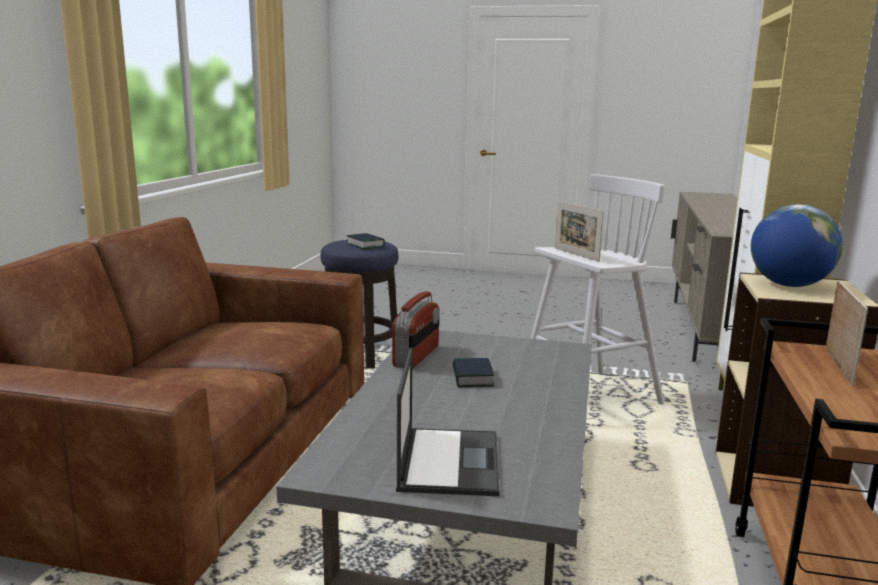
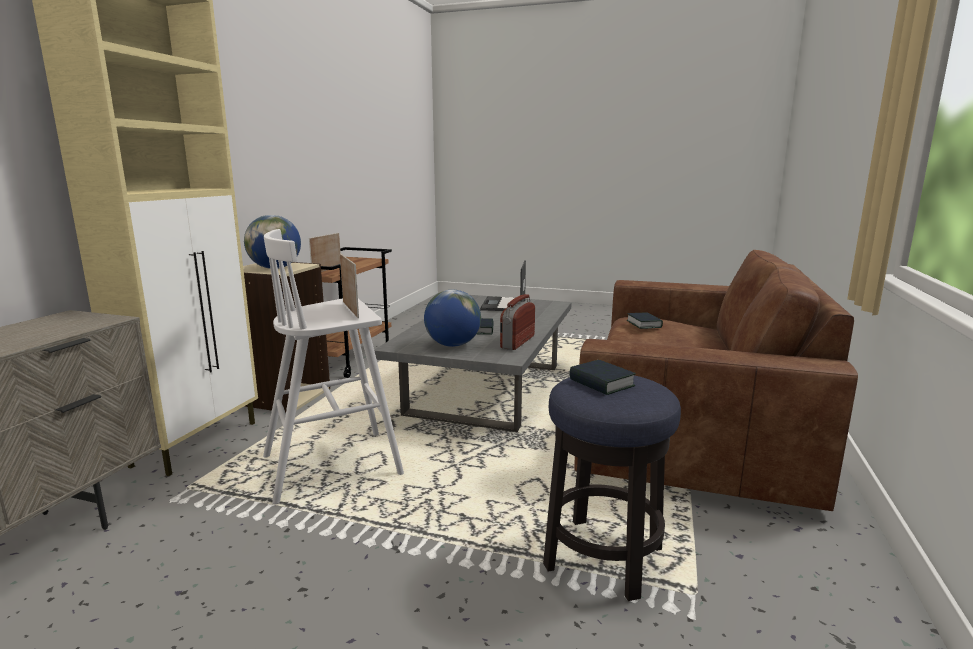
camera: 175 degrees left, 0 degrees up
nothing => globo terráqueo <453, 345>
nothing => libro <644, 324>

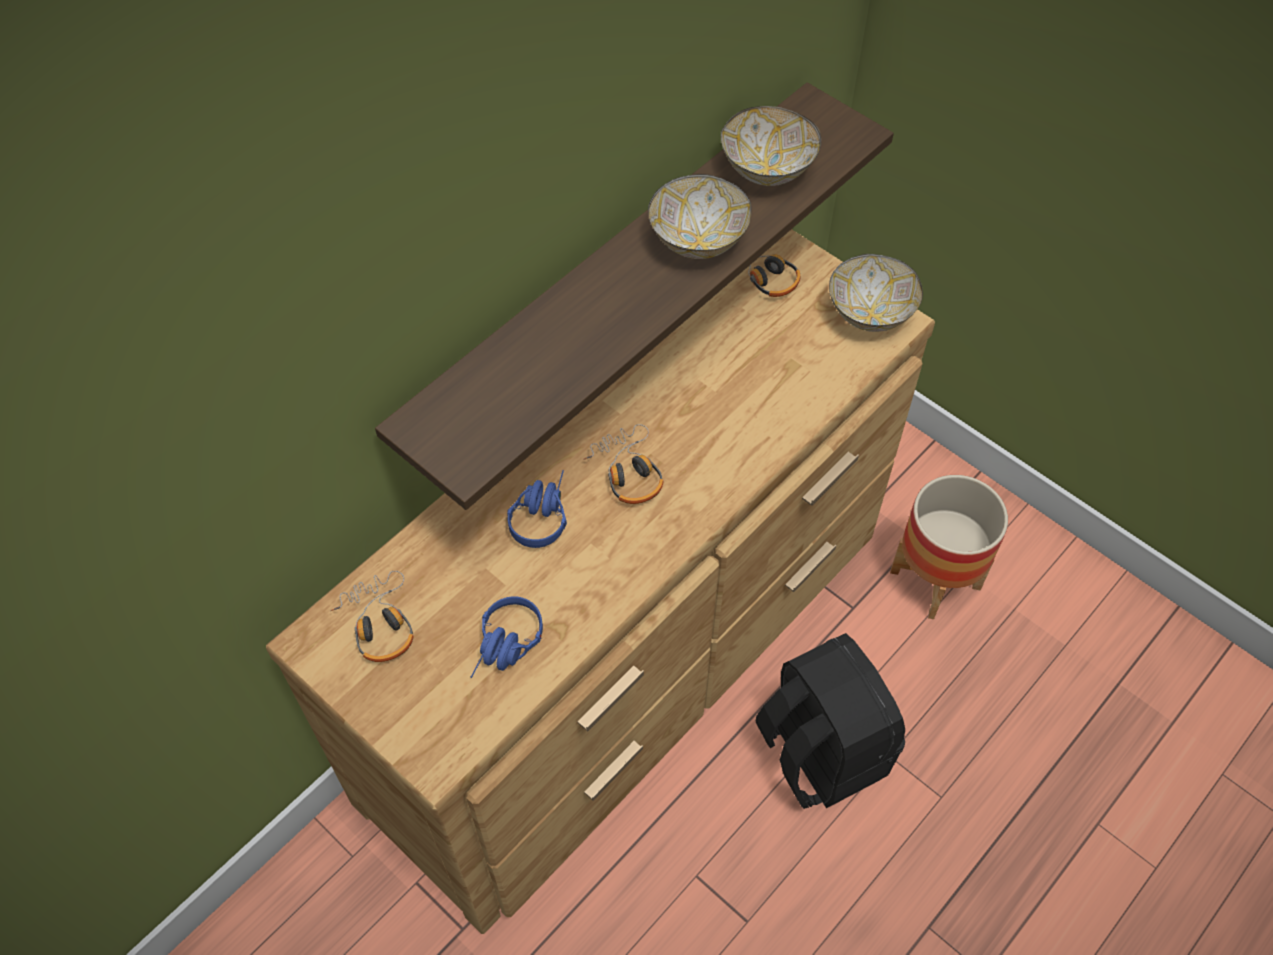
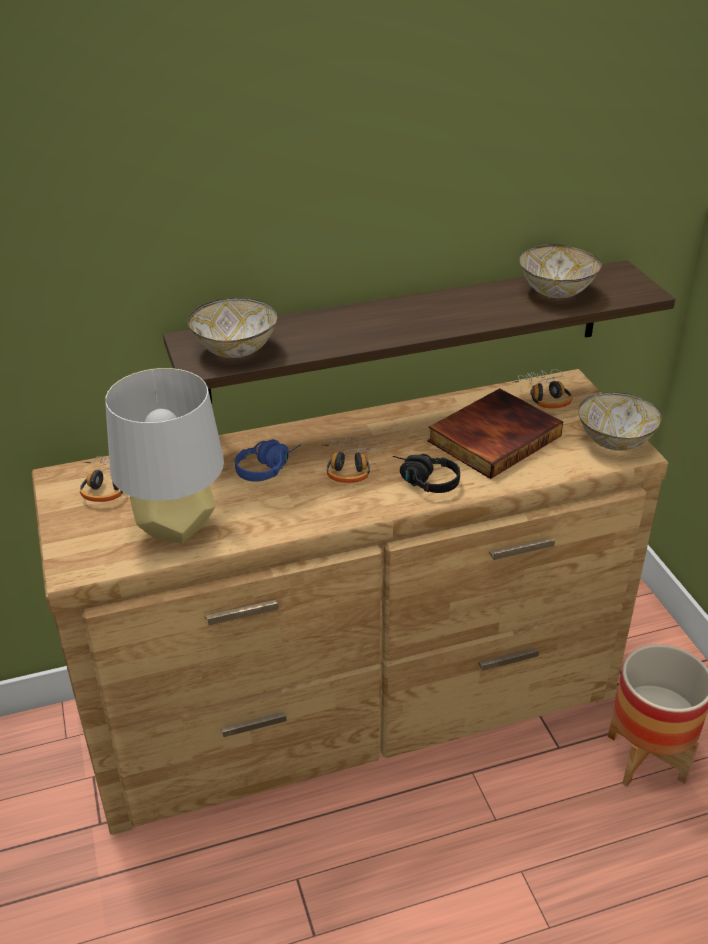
camera: 30 degrees right, 20 degrees down
auriculares [azul] <506, 648> => lámpara de mesa [gris] <177, 528>
cuenco <696, 240> => cuenco <234, 349>, relocated
nothing => auriculares [negro] <422, 481>
nothing => libro <493, 437>
mochila [negro] <820, 751> => nothing

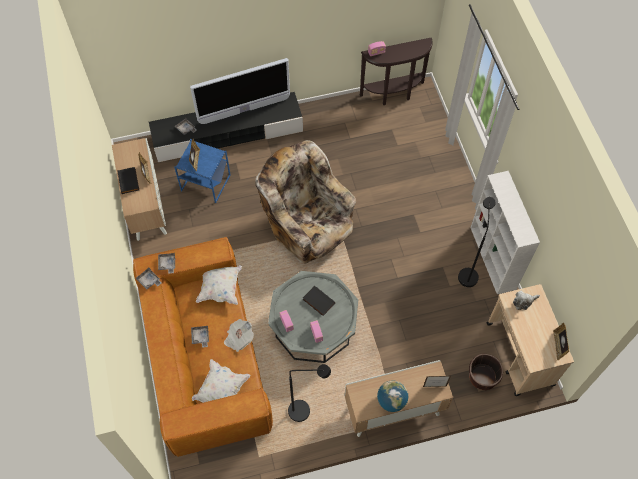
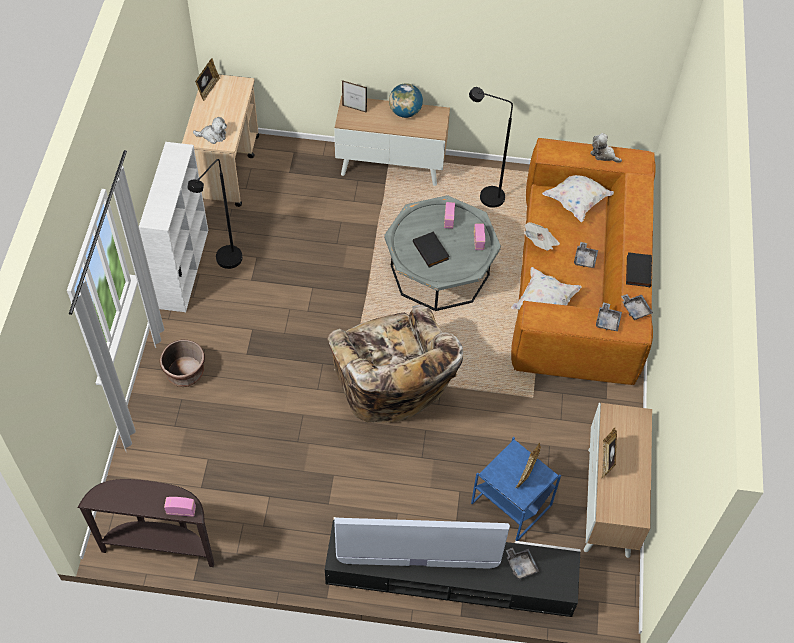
camera: 160 degrees left, 5 degrees down
maceta [marrón] <482, 377> => maceta [marrón] <185, 373>, relocated
nothing => peluche <603, 154>
libro [negro] <129, 181> => libro [negro] <637, 271>, relocated

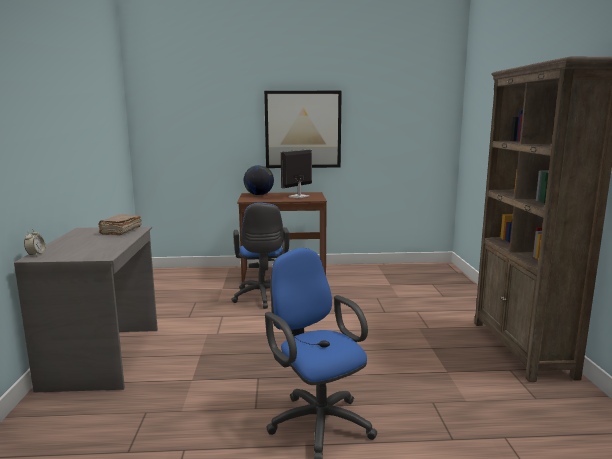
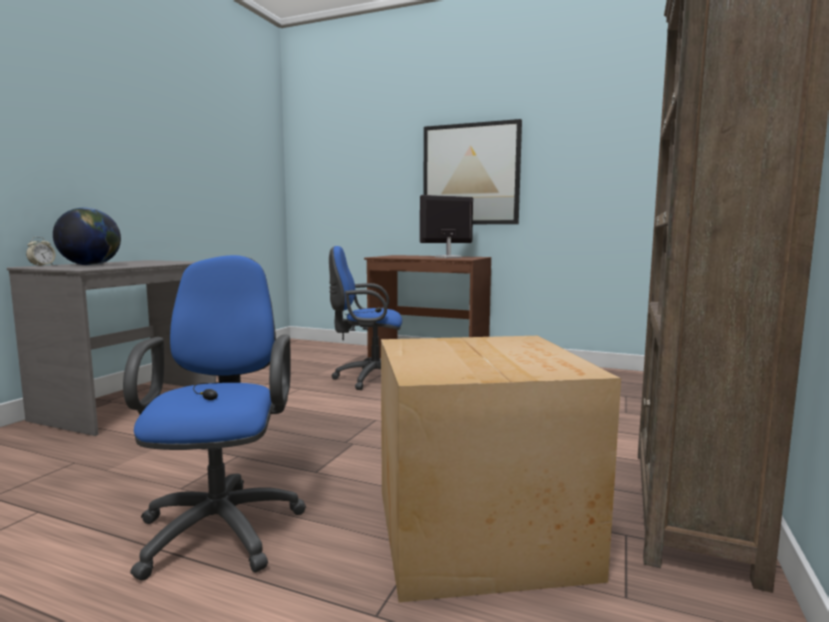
camera: 25 degrees right, 5 degrees down
globo terráqueo <259, 195> => globo terráqueo <90, 265>, relocated
silla de oficina [azul] <262, 298> => silla de oficina [azul] <369, 379>, 75 degrees clockwise
nothing => caja de cartón <480, 529>
libro [marrón] <120, 231> => nothing

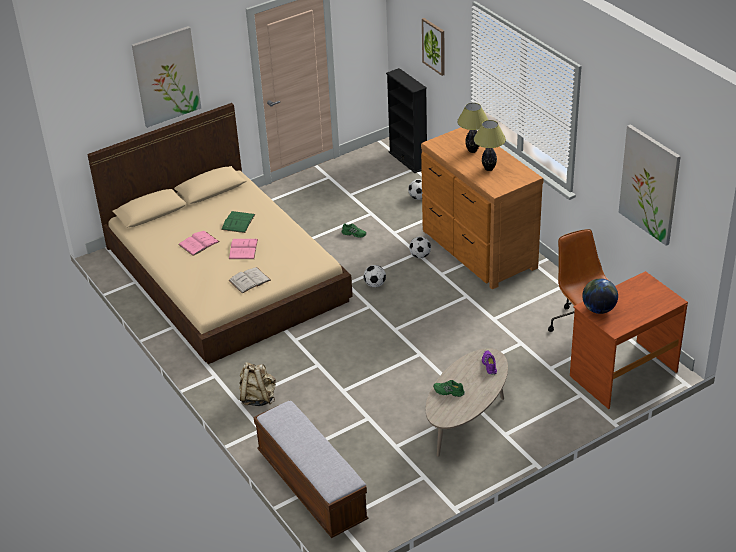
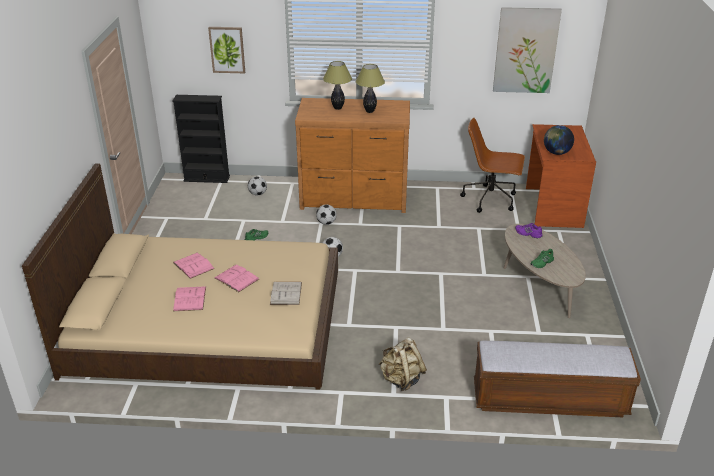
camera: 55 degrees left, 5 degrees down
libro [verde] <238, 222> => libro [rosa] <193, 265>
cuadro <166, 76> => nothing

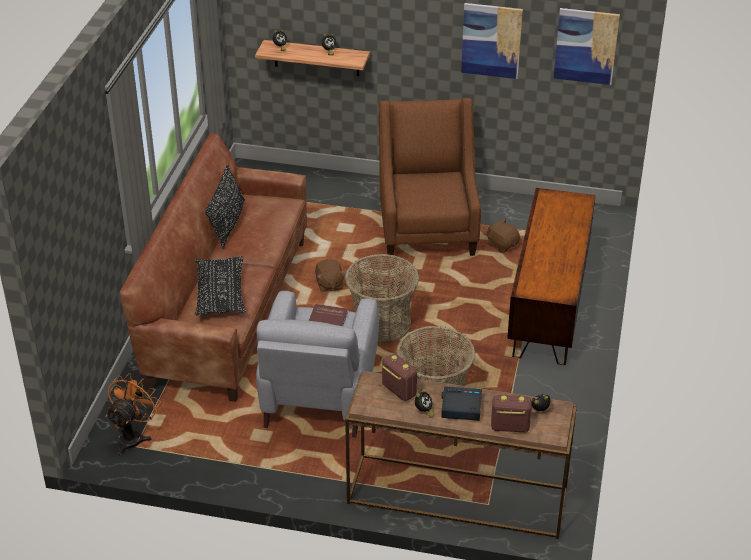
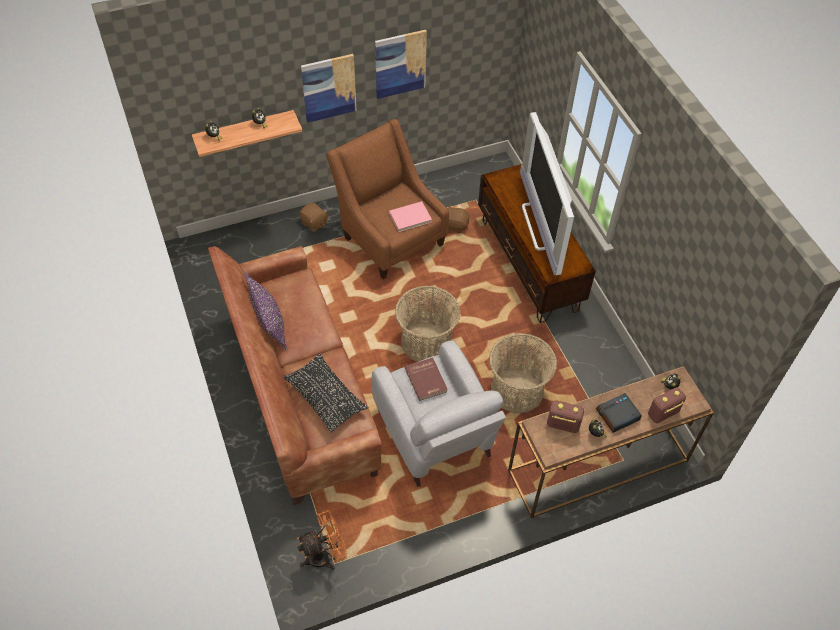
camera: 35 degrees left, 15 degrees up
cojín [negro] <227, 223> => cojín [morado] <269, 322>
ventilador [naranja] <133, 437> => ventilador [naranja] <324, 555>, 75 degrees clockwise
peluche [marrón] <329, 284> => peluche [marrón] <314, 223>, relocated
cuadro <586, 46> => cuadro <329, 88>, relocated
nothing => libro [rosa] <410, 218>
nothing => televisor <540, 226>

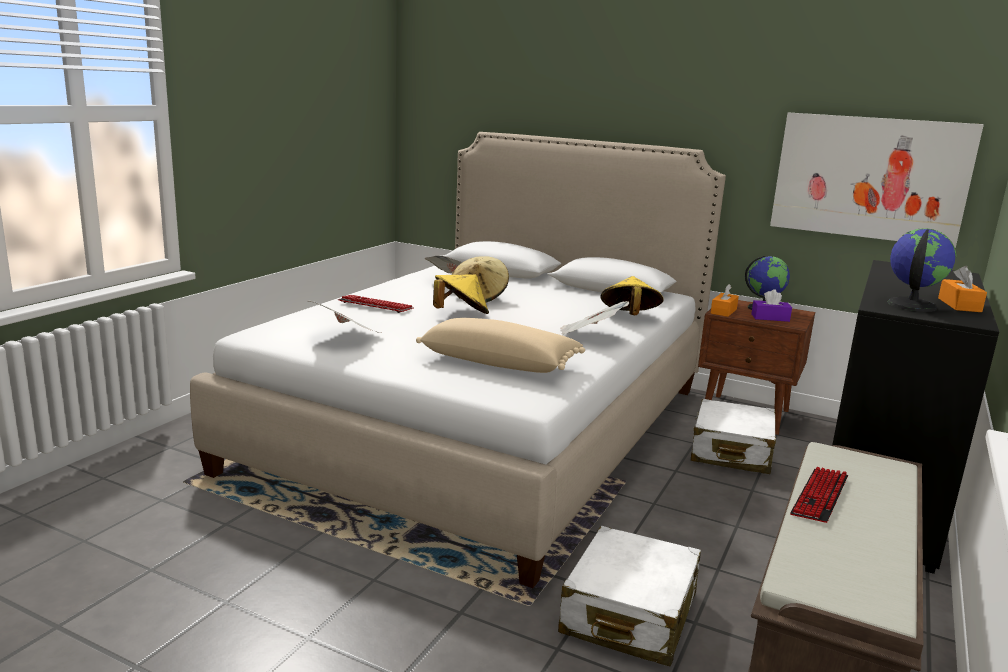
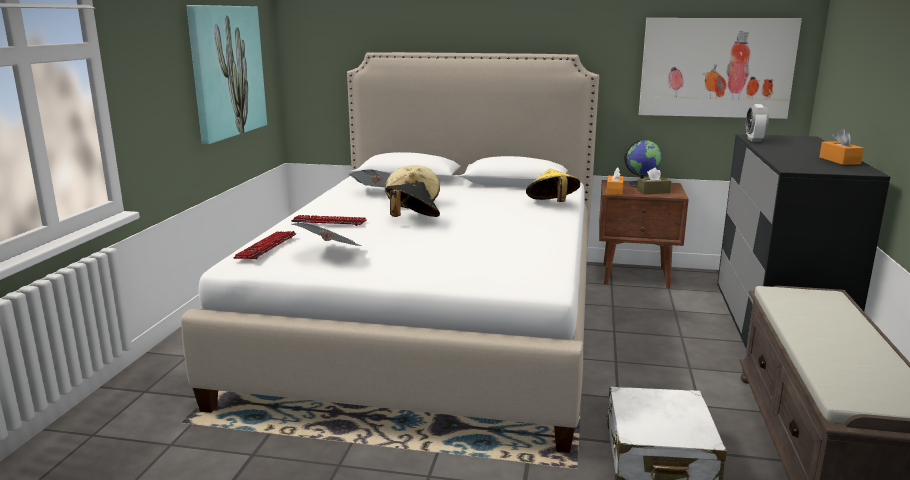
camera: 15 degrees left, 0 degrees up
nothing => cuadro <226, 71>
teclado <819, 496> => teclado <266, 247>, relocated
sombrero [amarillo] <460, 314> => sombrero [negro] <412, 220>
caja de pañuelos [morado] <770, 318> => caja de pañuelos [marrón] <653, 191>
nothing => despertador <754, 140>
cojín [beis] <500, 362> => nothing
periódico <590, 336> => nothing
maleta [blanco] <731, 452> => nothing
globo terráqueo <910, 305> => nothing

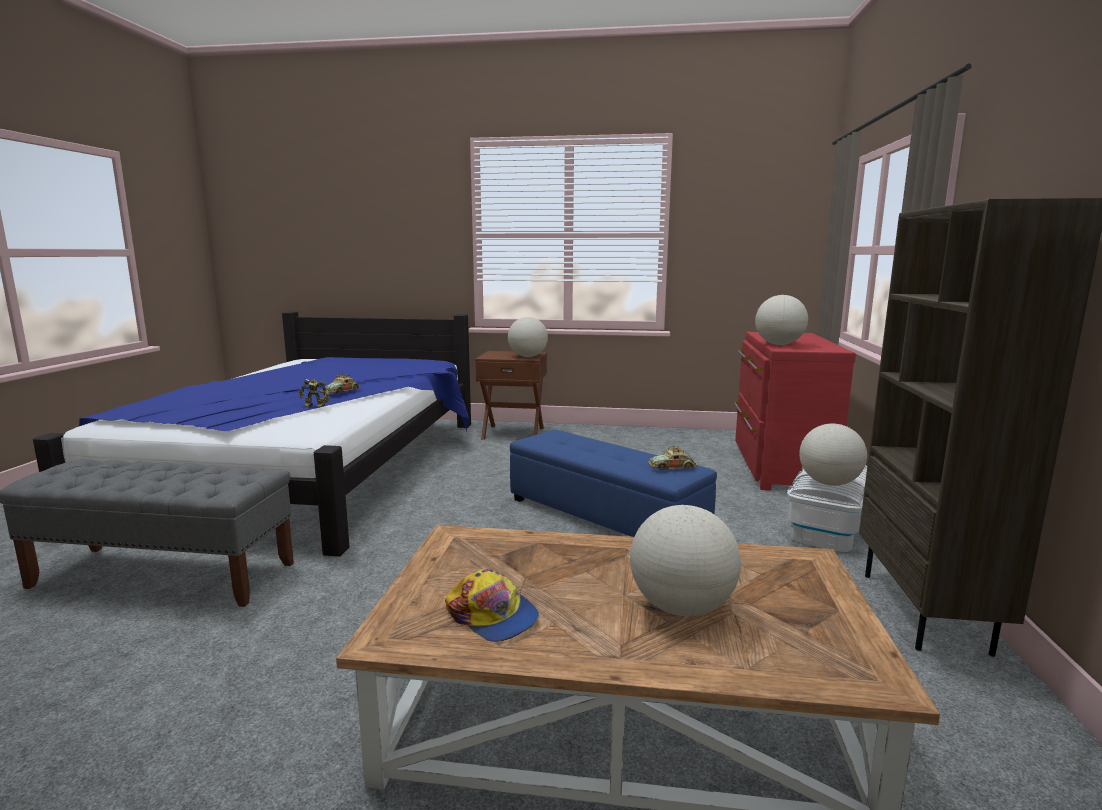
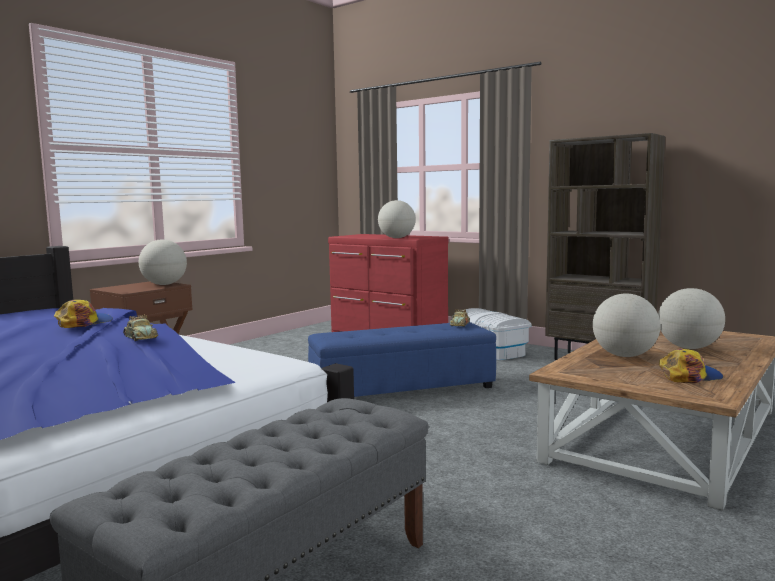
camera: 60 degrees left, 5 degrees down
nothing => gorra <84, 323>
globo terráqueo <829, 483> => globo terráqueo <624, 356>, relocated
robot de juguete <314, 406> => nothing

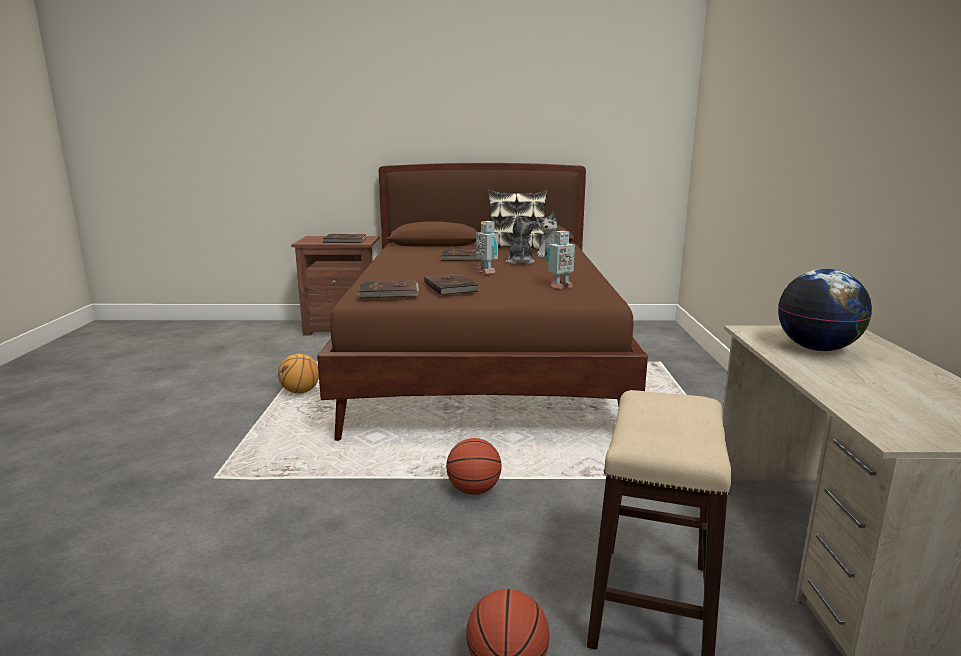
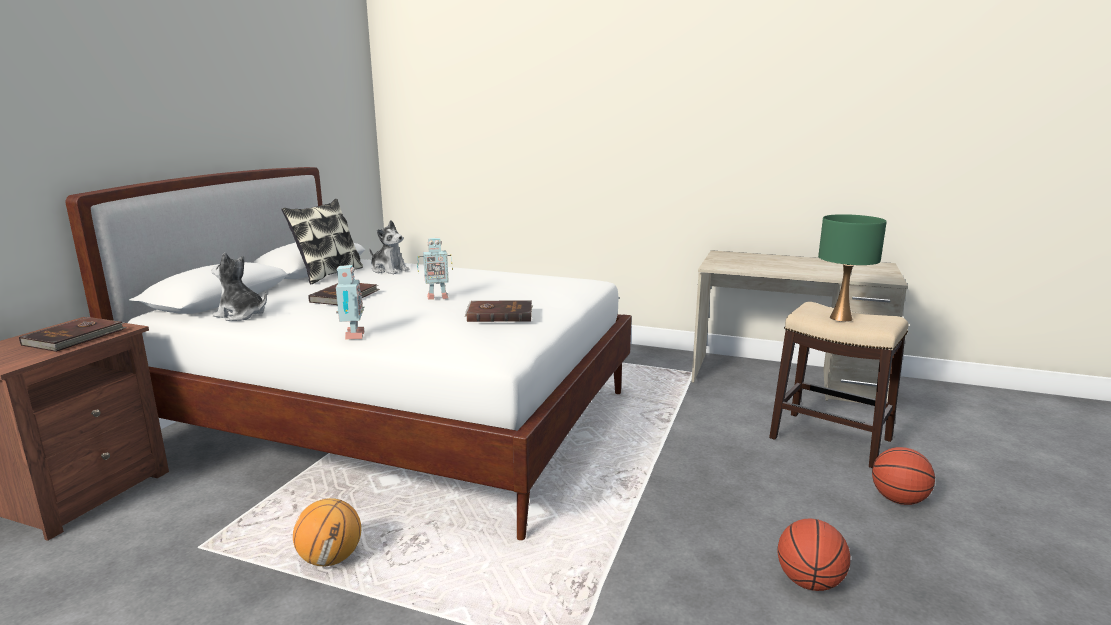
camera: 70 degrees left, 0 degrees up
cama [marrón] <483, 367> => cama [blanco] <399, 418>
peluche <520, 262> => peluche <241, 315>, relocated
robot de juguete <559, 286> => robot de juguete <352, 336>, relocated
balón de baloncesto <474, 490> => balón de baloncesto <809, 582>, relocated
nothing => lámpara de mesa [verde] <841, 318>
libro [marrón] <389, 293> => nothing
globo terráqueo <817, 348> => nothing

